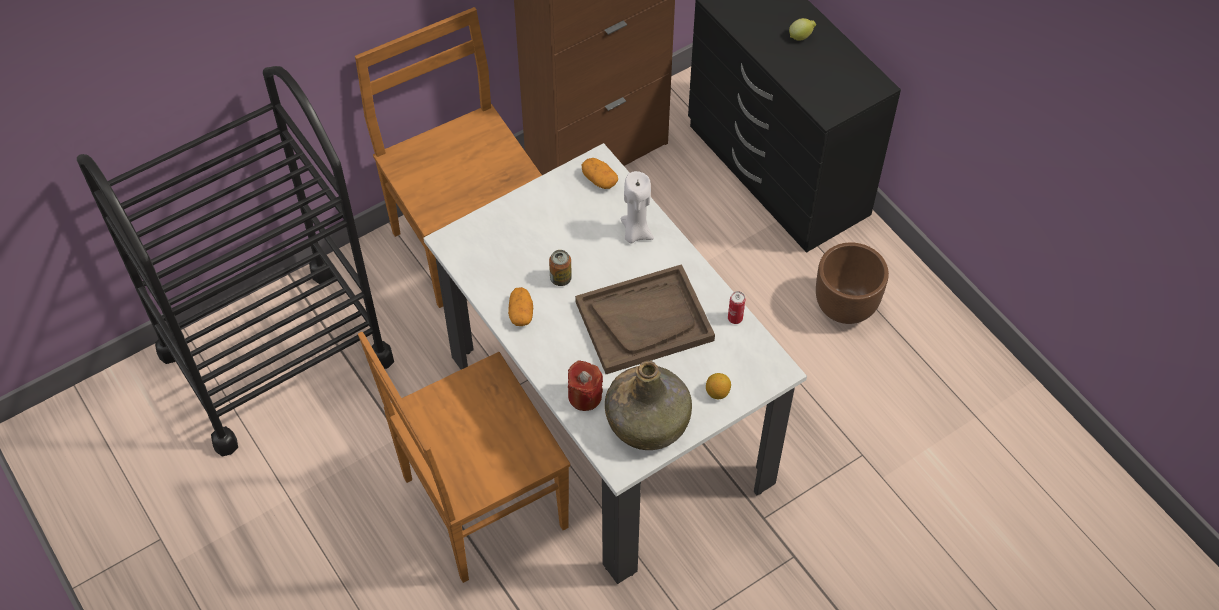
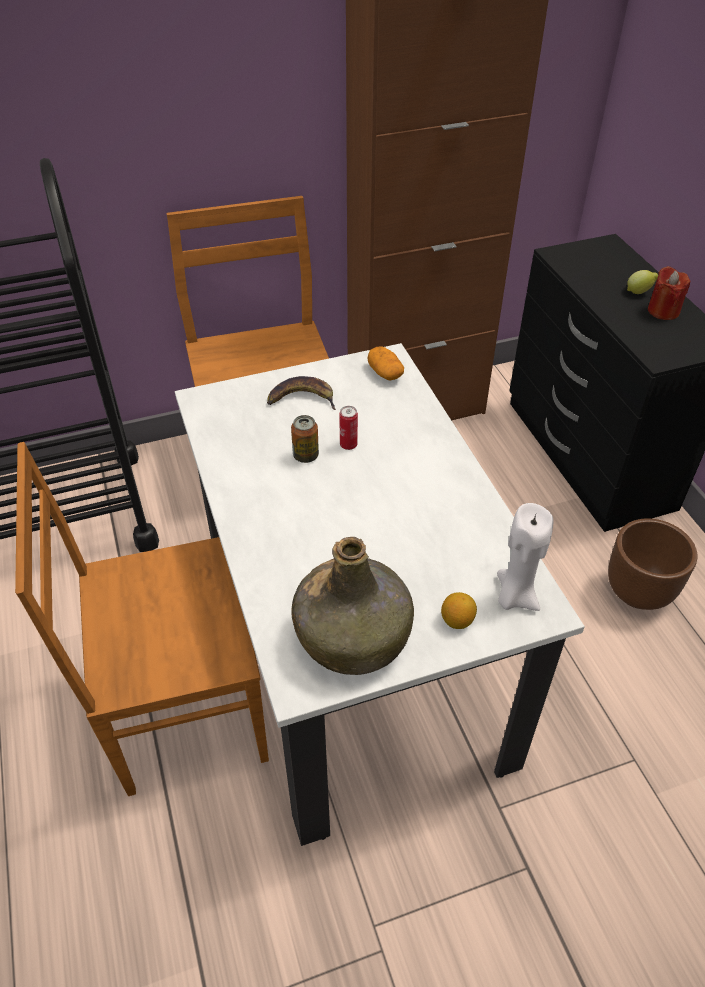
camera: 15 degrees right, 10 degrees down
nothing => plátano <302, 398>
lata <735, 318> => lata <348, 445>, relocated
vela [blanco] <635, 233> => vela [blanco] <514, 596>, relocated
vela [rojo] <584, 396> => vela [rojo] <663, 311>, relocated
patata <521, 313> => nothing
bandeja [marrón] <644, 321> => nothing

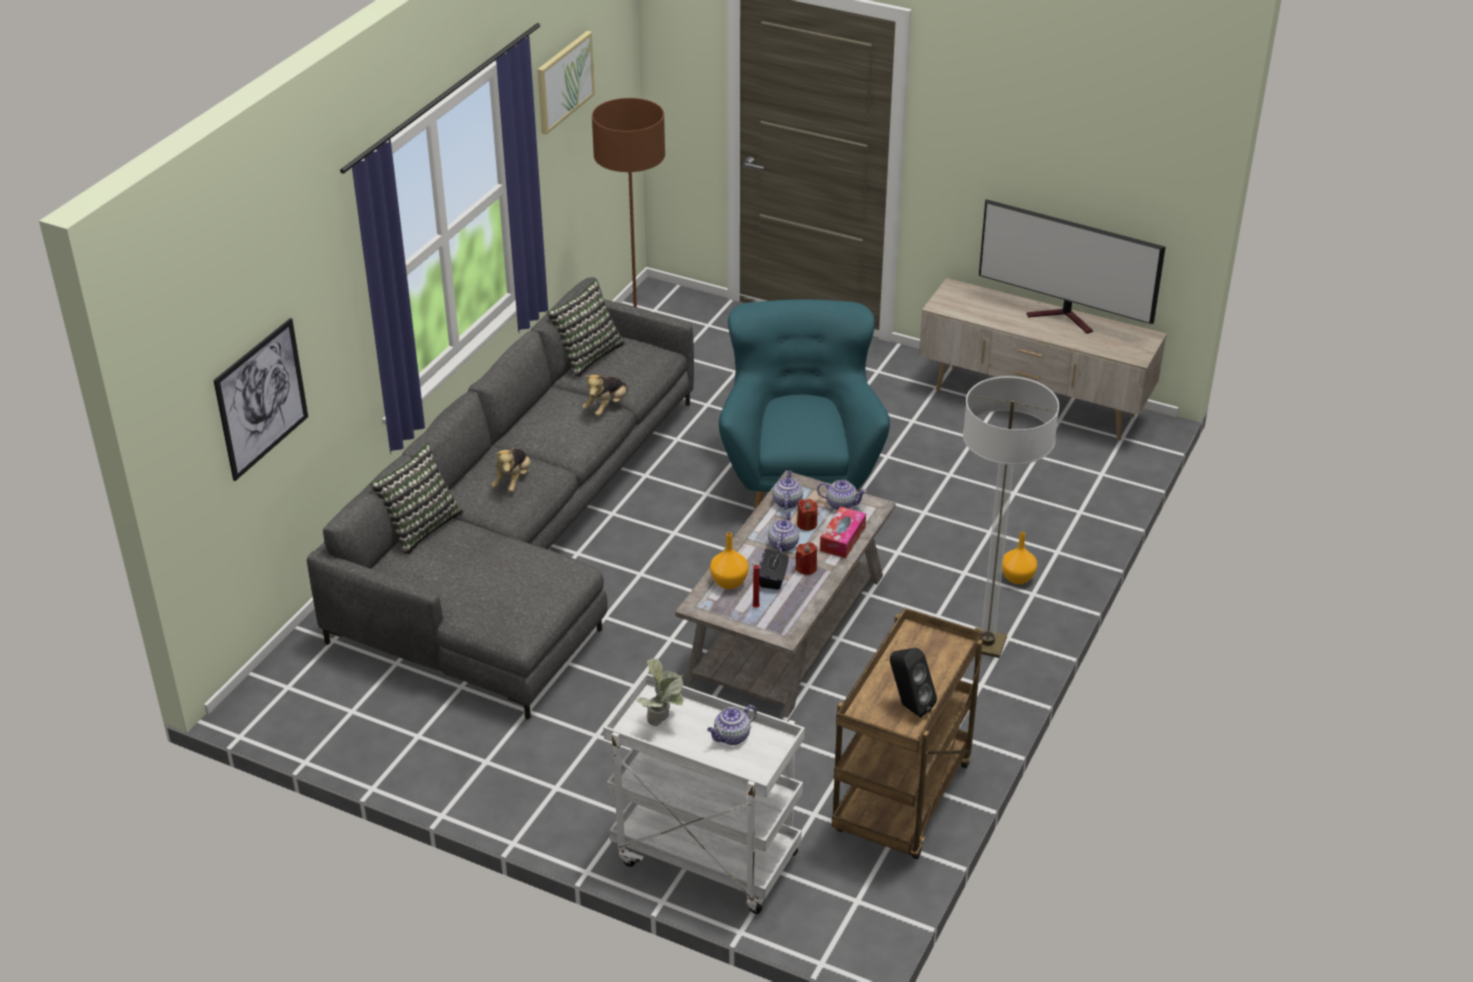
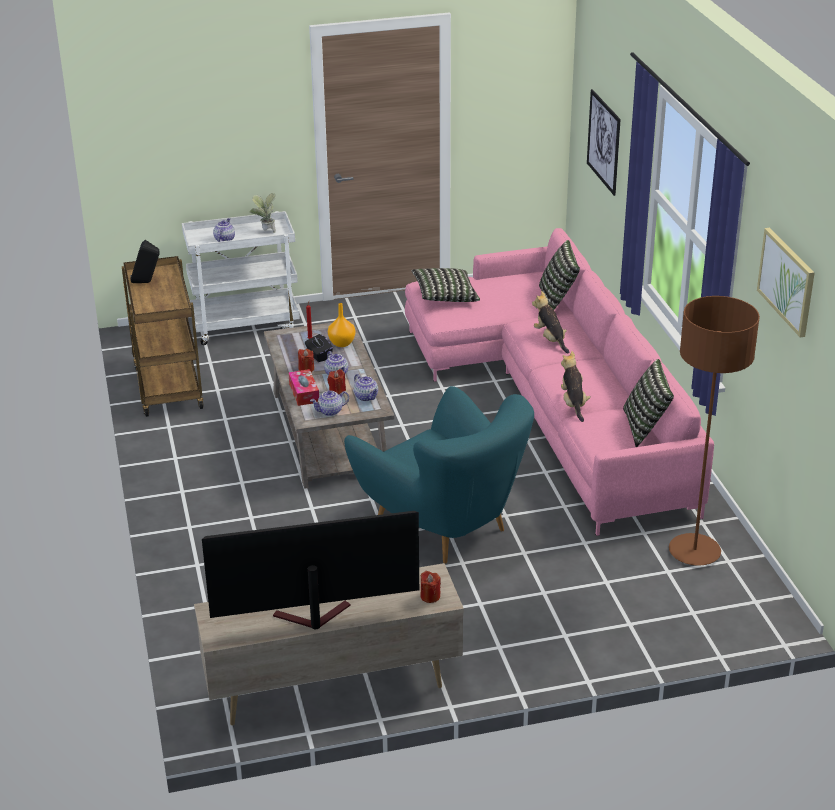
camera: 140 degrees right, 5 degrees down
sofá [gris] <524, 537> => sofá [rosa] <554, 401>
nothing => cojín <445, 296>
nothing => vela [rojo] <430, 596>
lámpara de pie <987, 644> => nothing
florero [naranja] <1017, 578> => nothing

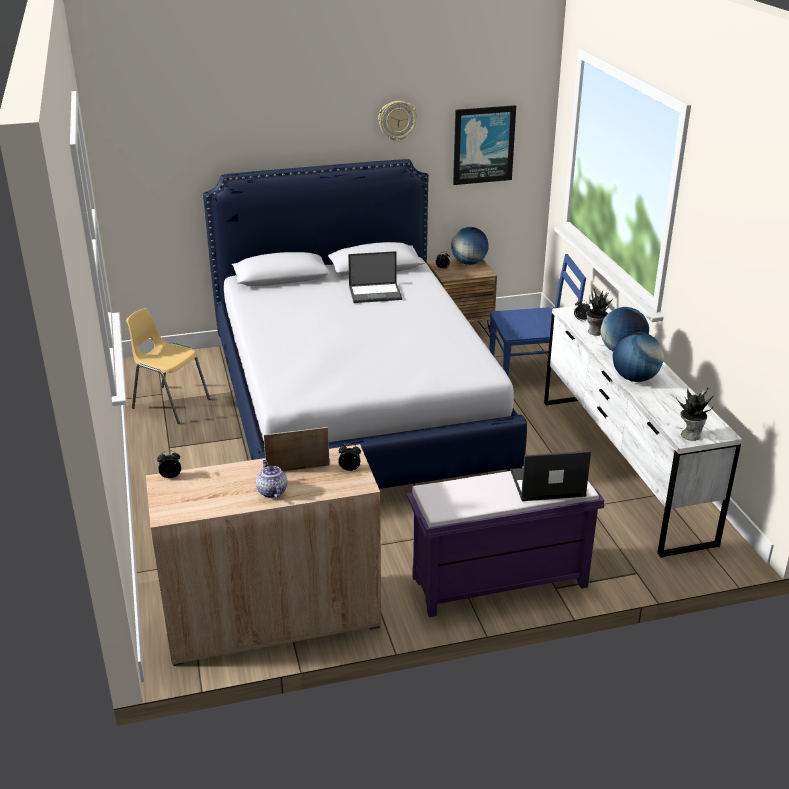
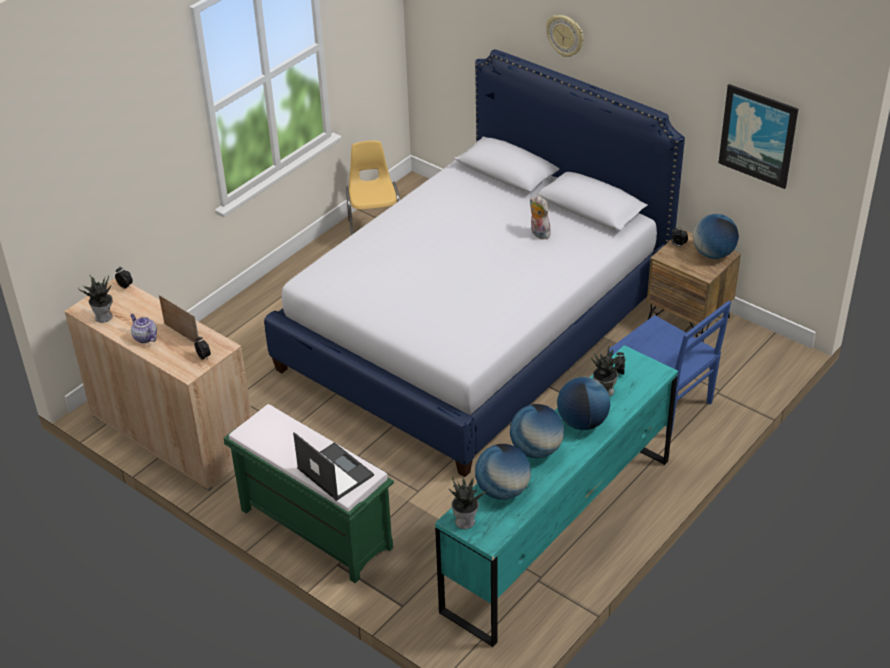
camera: 55 degrees right, 10 degrees up
nothing => planta en maceta <104, 317>
tetera <271, 491> => tetera <144, 337>, 75 degrees counterclockwise
banco [morado] <498, 583> => banco [verde] <314, 528>
cómoda [blanco] <622, 467> => cómoda [turquesa] <558, 533>
nothing => globo terráqueo <502, 490>
portátil <376, 293> => peluche <538, 233>
reloj de pared <397, 120> => reloj de pared <565, 35>, relocated

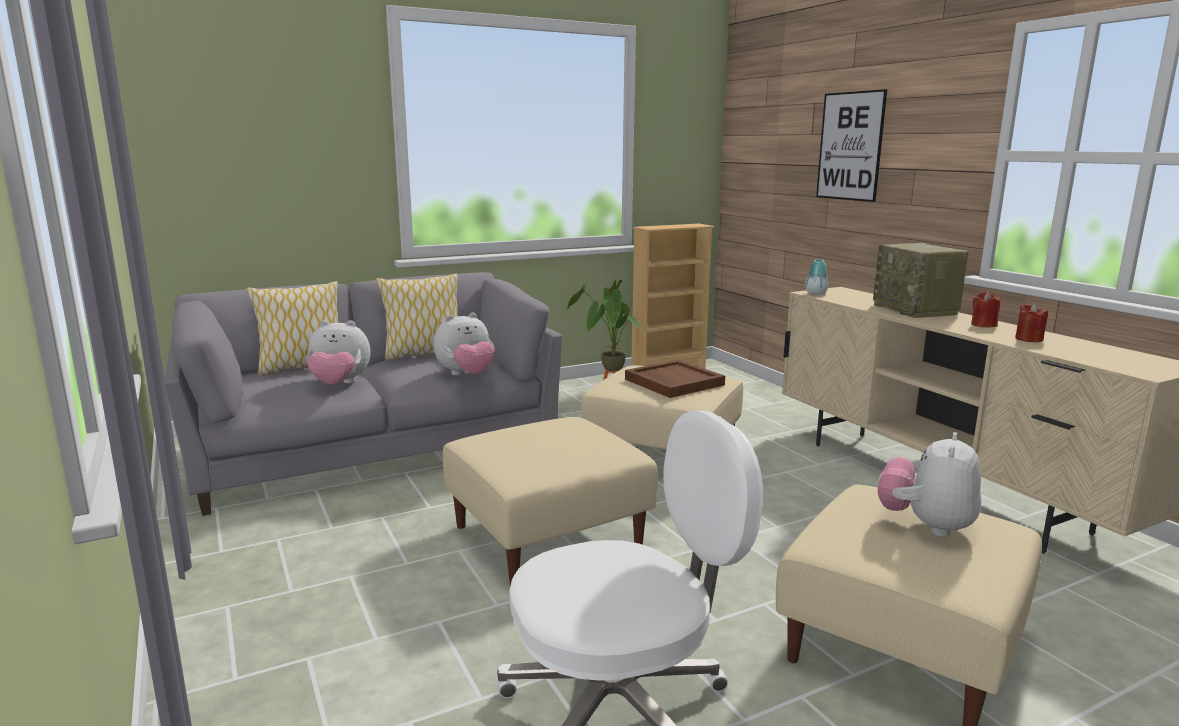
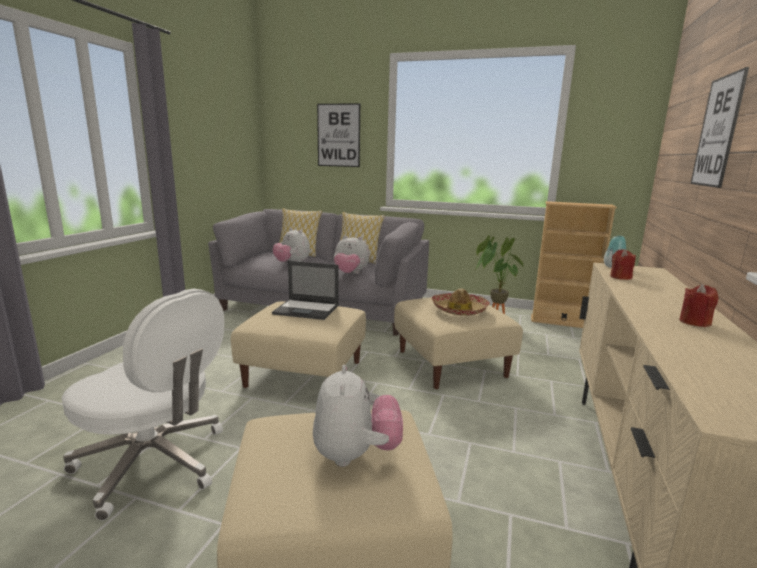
camera: 45 degrees right, 0 degrees up
nothing => portátil <307, 310>
peluche <926, 525> => peluche <355, 455>, 105 degrees clockwise
nothing => cuadro <338, 135>
bandeja [marrón] <673, 382> => sombrero <459, 310>
vela [rojo] <1029, 339> => vela [rojo] <620, 277>, relocated
radio <916, 310> => nothing

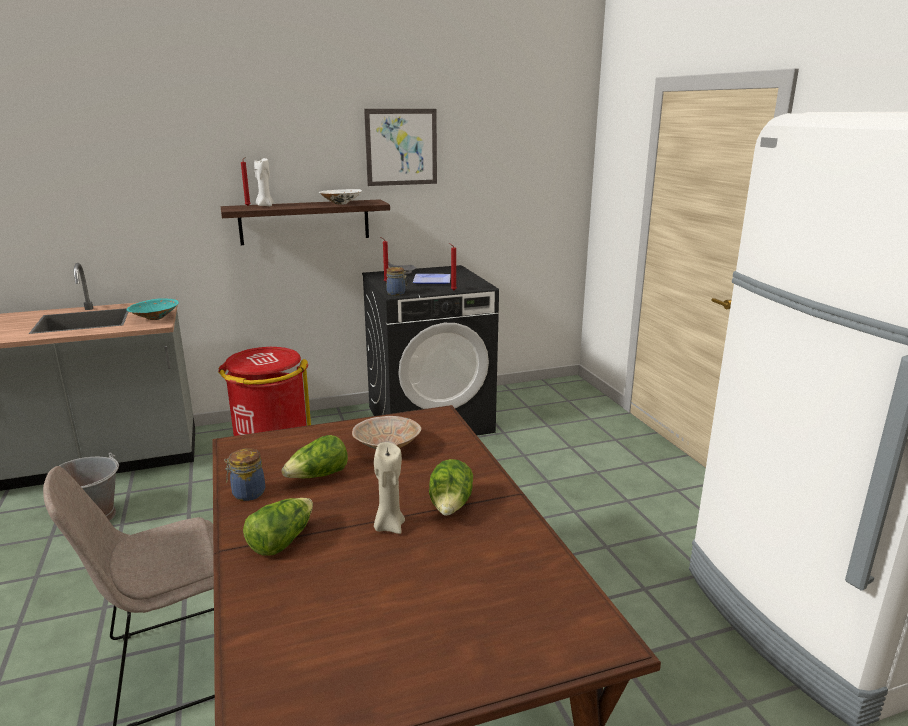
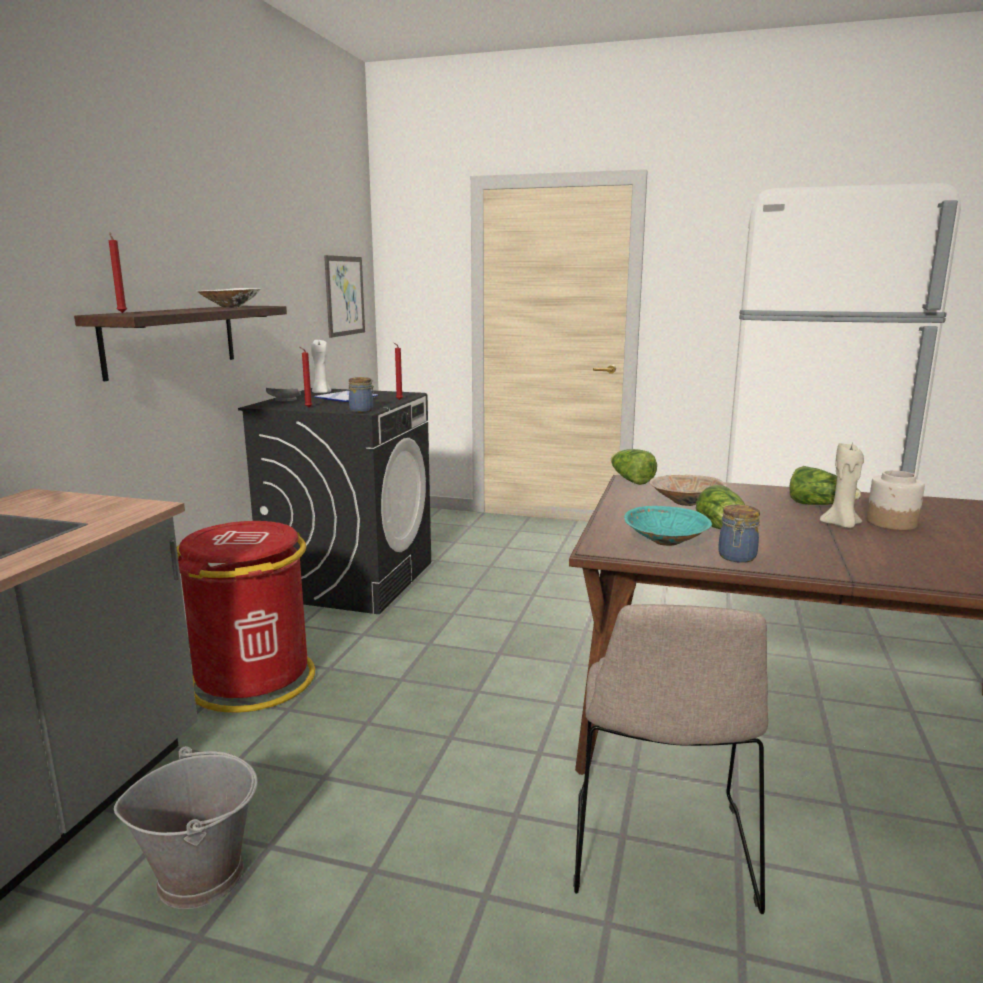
camera: 55 degrees left, 5 degrees down
vela [blanco] <265, 205> => vela [blanco] <321, 392>, relocated
cuadro <401, 147> => cuadro <344, 296>, relocated
lechuga <281, 541> => lechuga <630, 480>, relocated
cuenco [turquesa] <154, 318> => cuenco [turquesa] <665, 543>, relocated
nothing => tarro <892, 523>

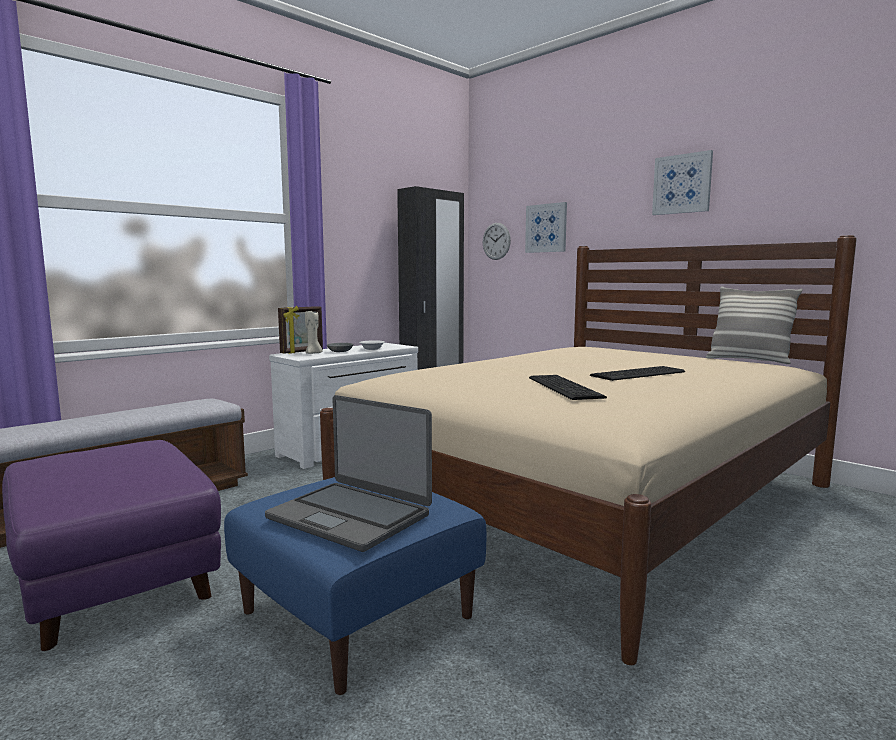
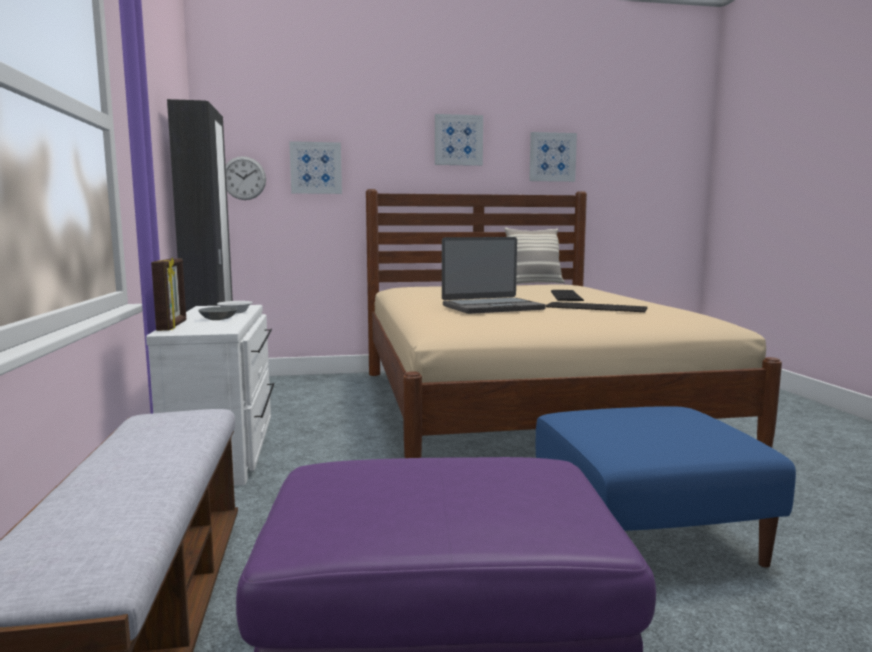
camera: 55 degrees left, 0 degrees up
portátil <350, 516> => portátil <491, 307>, relocated
nothing => cuadro <552, 157>
vela [beis] <313, 353> => nothing

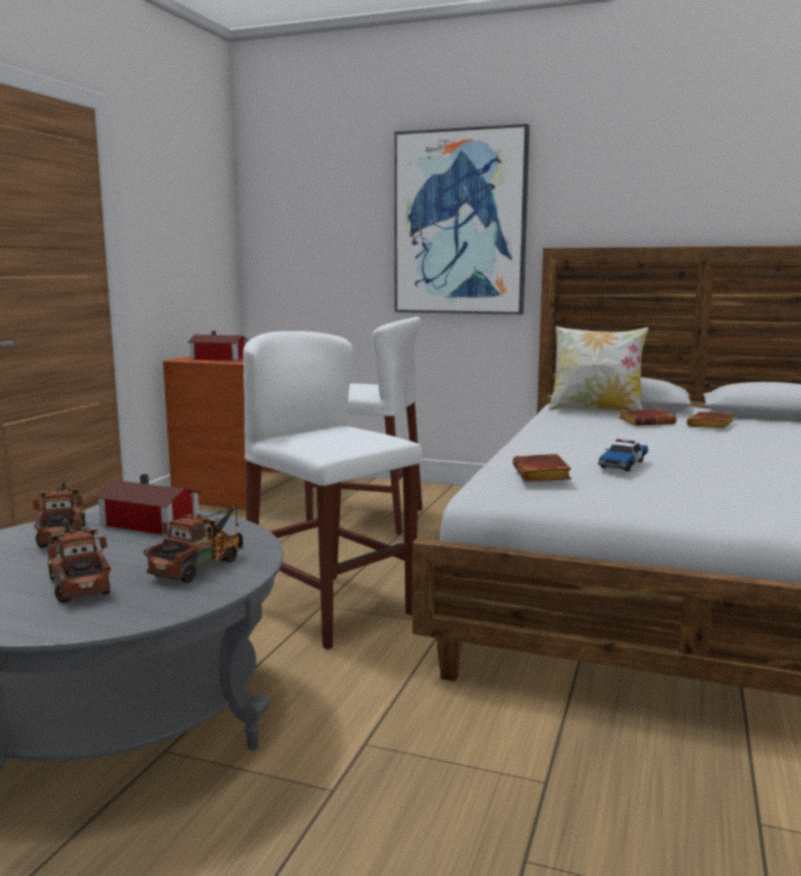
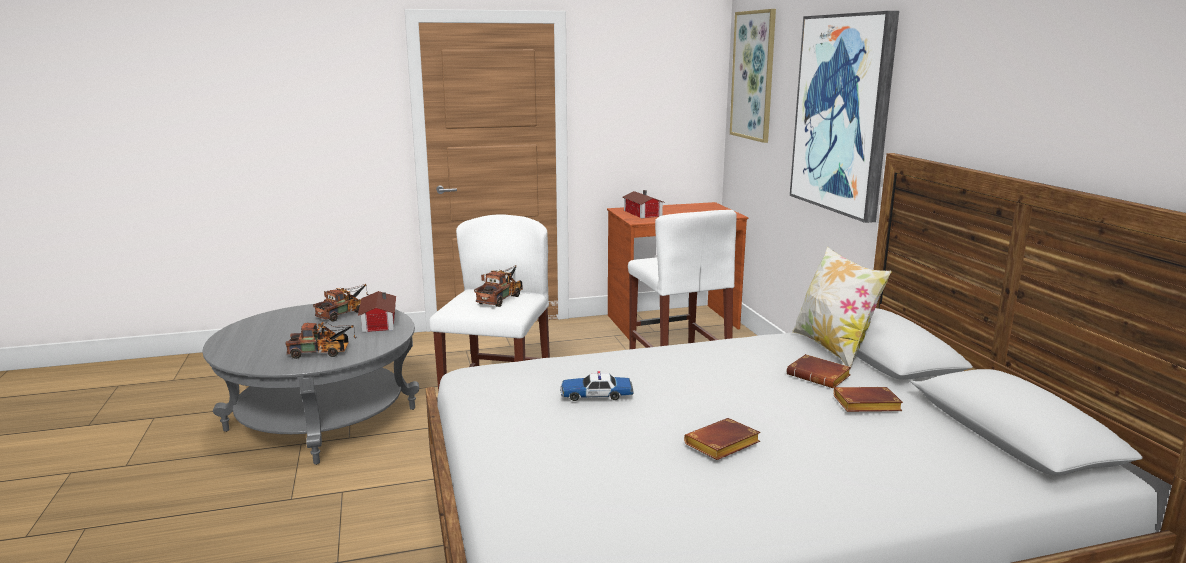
camera: 55 degrees right, 5 degrees up
camión de juguete <78, 582> => camión de juguete <502, 298>, relocated
libro [marrón] <543, 475> => libro [marrón] <722, 446>, relocated
nothing => cuadro <753, 75>

